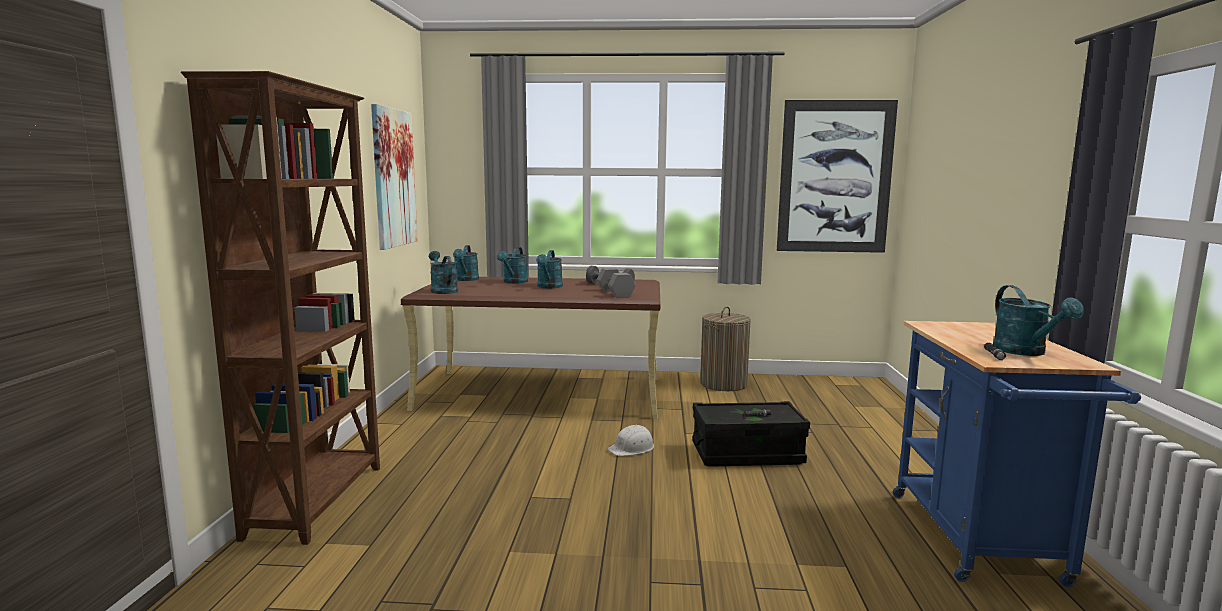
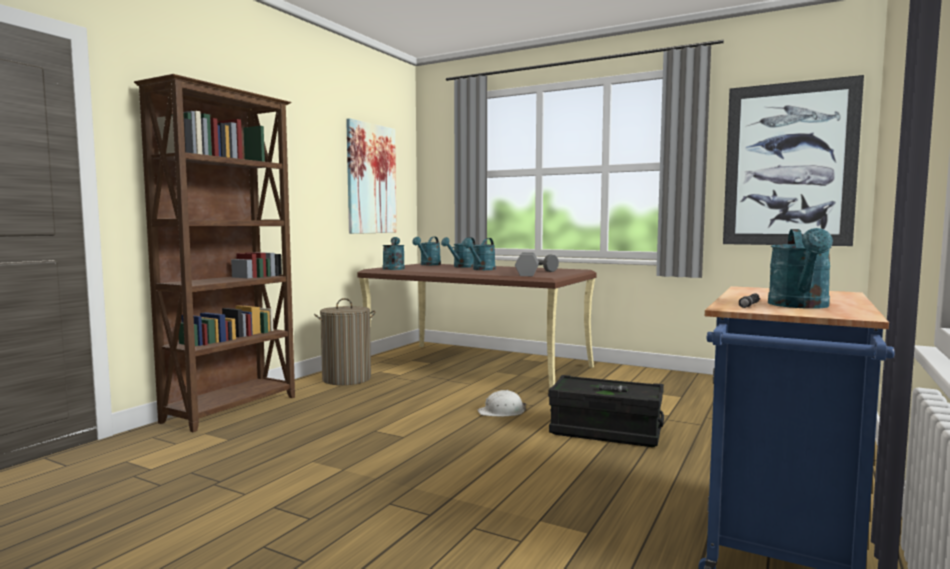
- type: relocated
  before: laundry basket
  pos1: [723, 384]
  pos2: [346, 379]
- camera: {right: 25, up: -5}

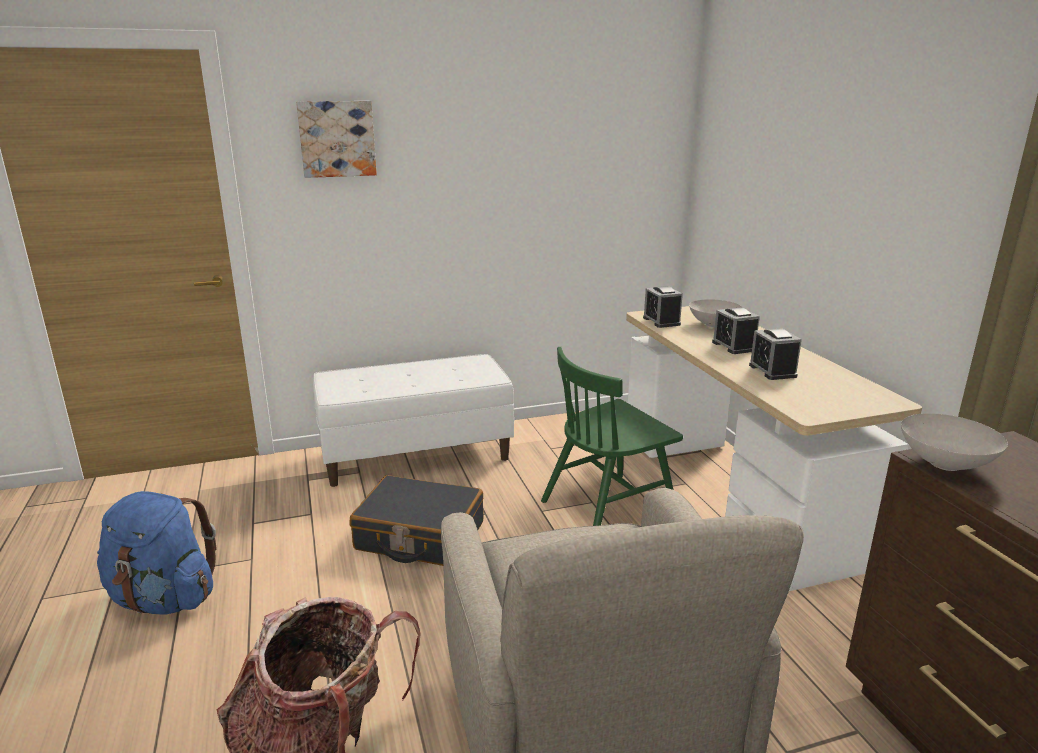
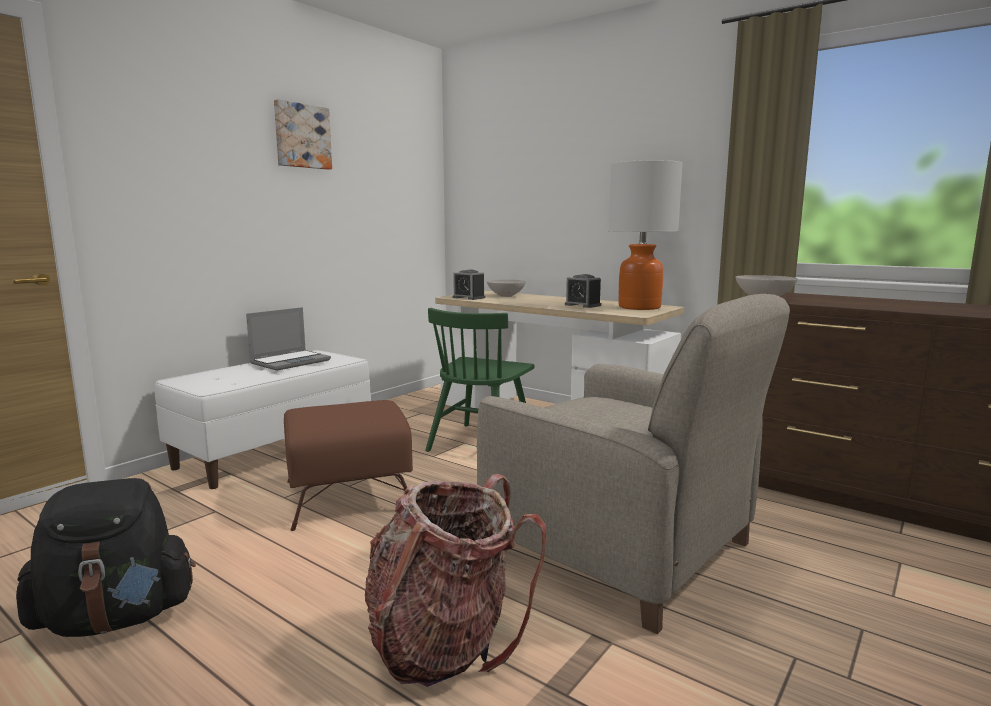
- type: relocated
  before: picture
  pos1: [337, 139]
  pos2: [302, 136]
- type: missing
  before: alarm clock
  pos1: [733, 346]
- type: exchanged
  before: black suitcase
  after: brown ottoman
  pos1: [419, 536]
  pos2: [350, 495]
- type: colour
  before: blue backpack
  after: black backpack
  pos1: [165, 599]
  pos2: [116, 618]
- type: appeared
  after: table lamp
  pos2: [640, 307]
- type: appeared
  after: laptop
  pos2: [291, 361]
- camera: {right: -35, up: -10}

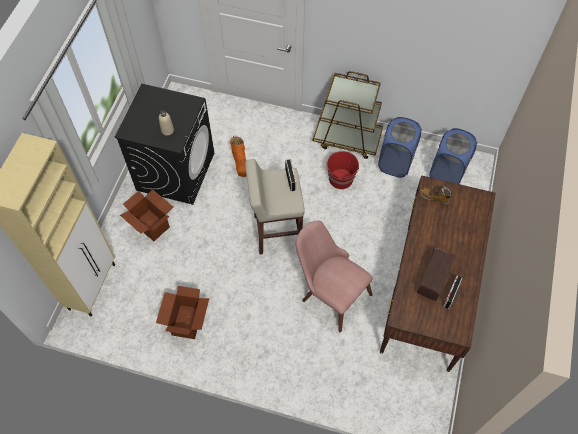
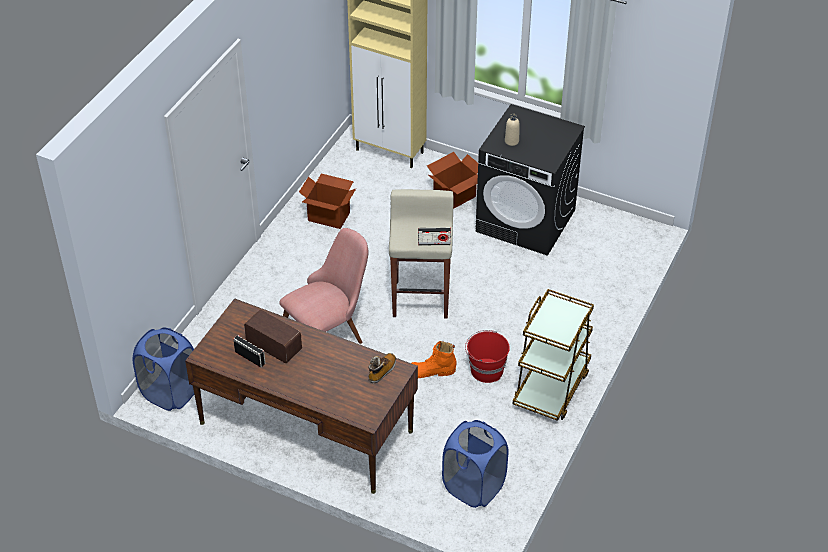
- type: relocated
  before: blue laundry basket
  pos1: [395, 163]
  pos2: [170, 392]
- type: relocated
  before: orange boot
  pos1: [240, 163]
  pos2: [432, 371]
- camera: {right: 100, up: -15}

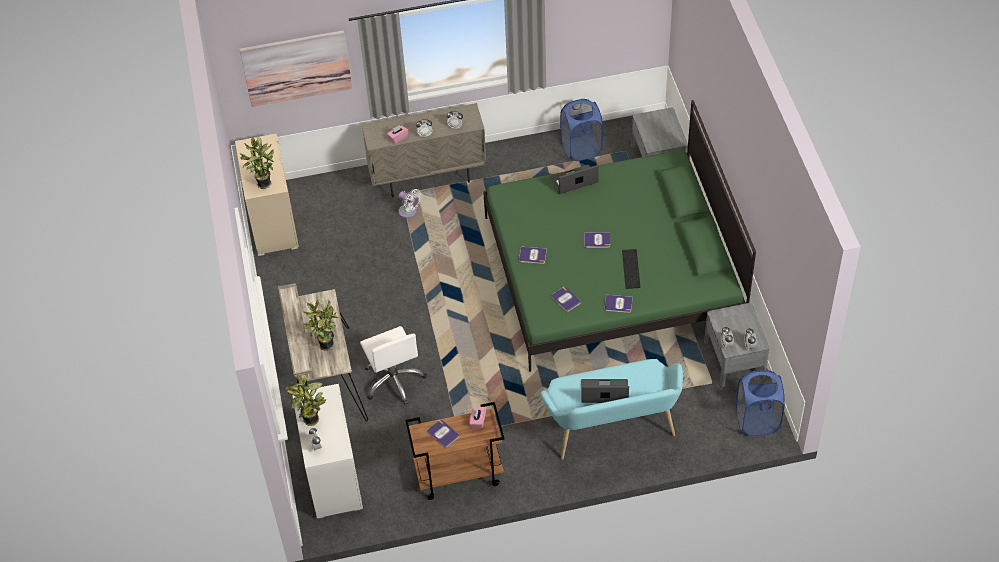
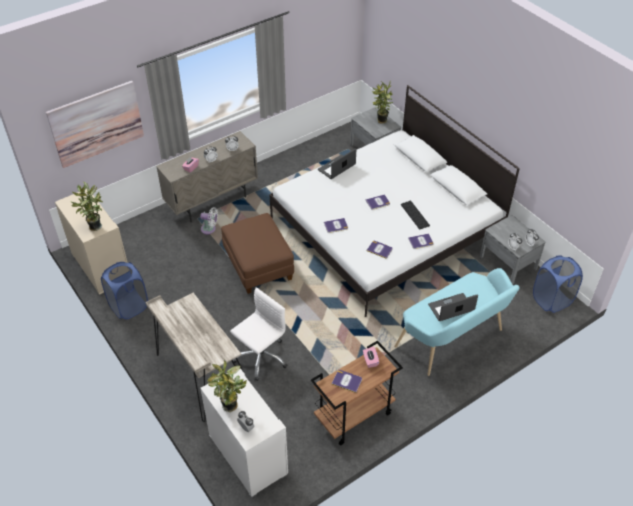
- type: relocated
  before: blue laundry basket
  pos1: [581, 149]
  pos2: [129, 306]
- type: colour
  before: green bed
  after: white bed
  pos1: [612, 271]
  pos2: [385, 228]
- type: relocated
  before: potted plant
  pos1: [324, 345]
  pos2: [381, 121]
- type: spun
  before: white office chair
  pos1: [394, 380]
  pos2: [260, 357]
  turn: -90
- type: appeared
  after: brown ottoman
  pos2: [258, 265]
- camera: {right: -25, up: -5}

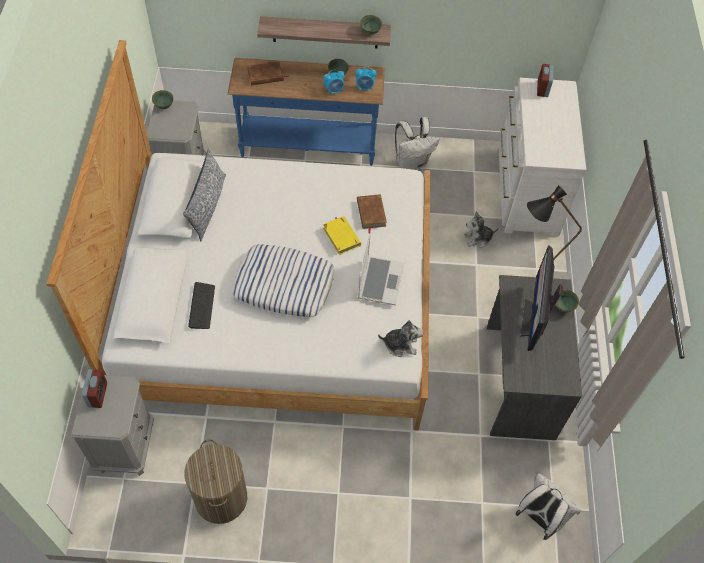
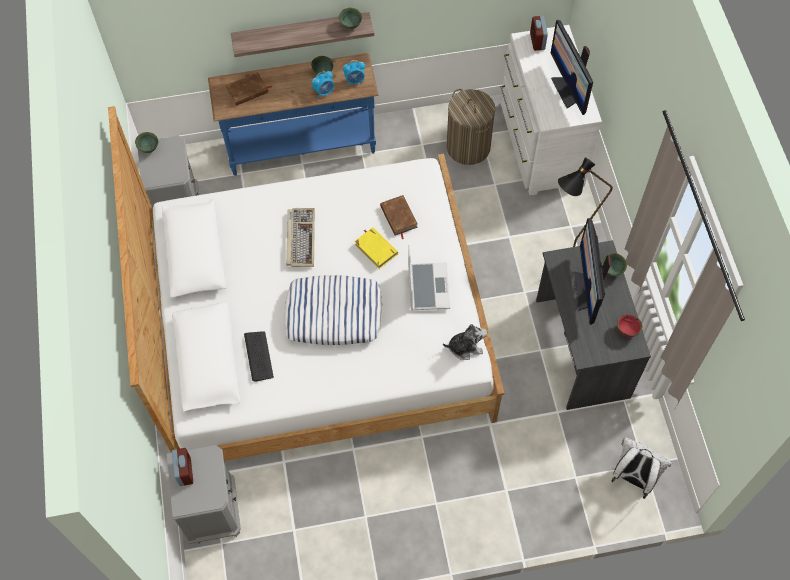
- type: missing
  before: white backpack
  pos1: [412, 162]
- type: missing
  before: pillow
  pos1: [207, 206]
- type: missing
  before: plush toy
  pos1: [478, 239]
- type: relocated
  before: laundry basket
  pos1: [221, 498]
  pos2: [468, 147]
- type: appeared
  after: monitor
  pos2: [568, 90]
- type: appeared
  after: keyboard
  pos2: [300, 238]
- type: appeared
  after: red bowl
  pos2: [626, 330]
- camera: {right: -10, up: 5}

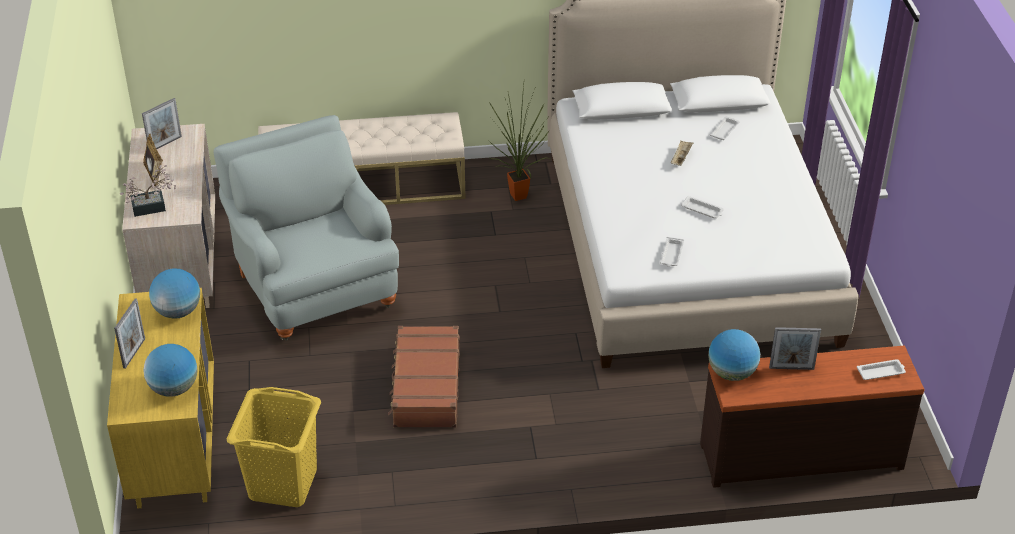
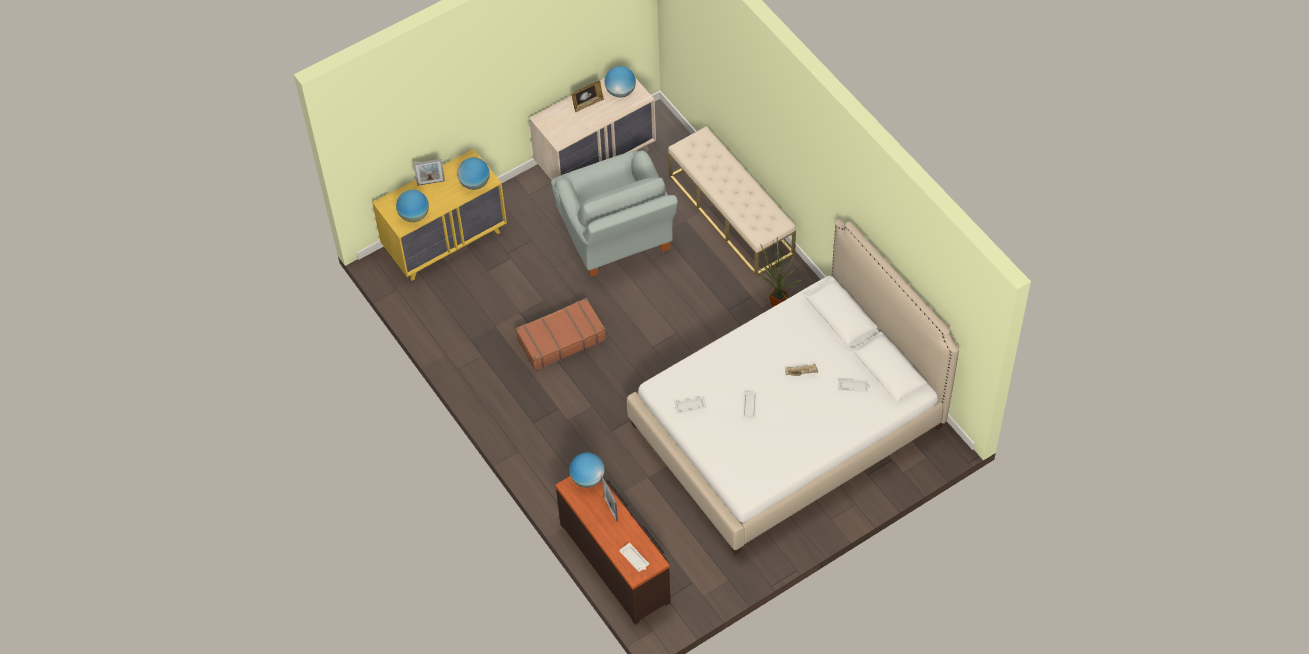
- type: exchanged
  before: picture frame
  after: globe
  pos1: [165, 144]
  pos2: [620, 91]
- type: spun
  before: grey armchair
  pos1: [314, 285]
  pos2: [616, 238]
  turn: 120
- type: missing
  before: potted plant
  pos1: [153, 207]
- type: missing
  before: yellow laundry basket
  pos1: [282, 484]
- camera: {right: 65, up: 15}

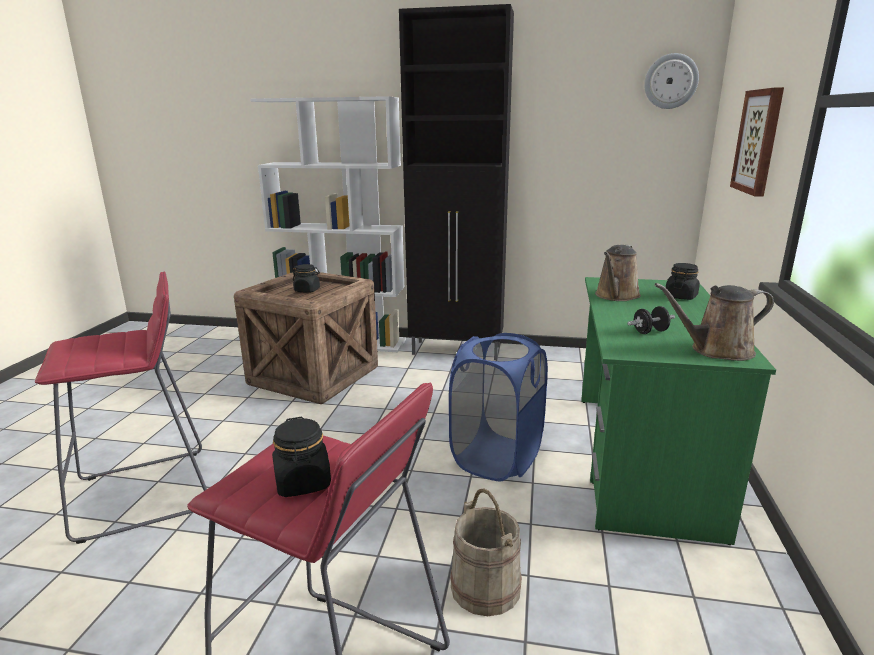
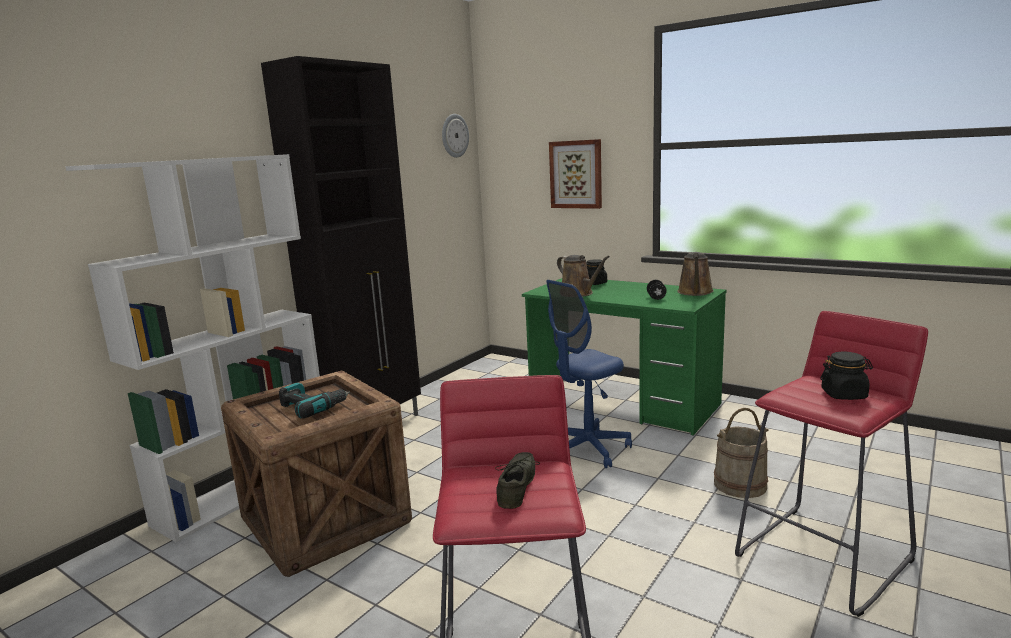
- type: exchanged
  before: black jar
  after: power drill
  pos1: [307, 290]
  pos2: [312, 407]
- type: exchanged
  before: blue laundry basket
  after: blue office chair
  pos1: [496, 458]
  pos2: [588, 449]
- type: appeared
  after: grey shoe
  pos2: [520, 486]
- camera: {right: -65, up: -5}

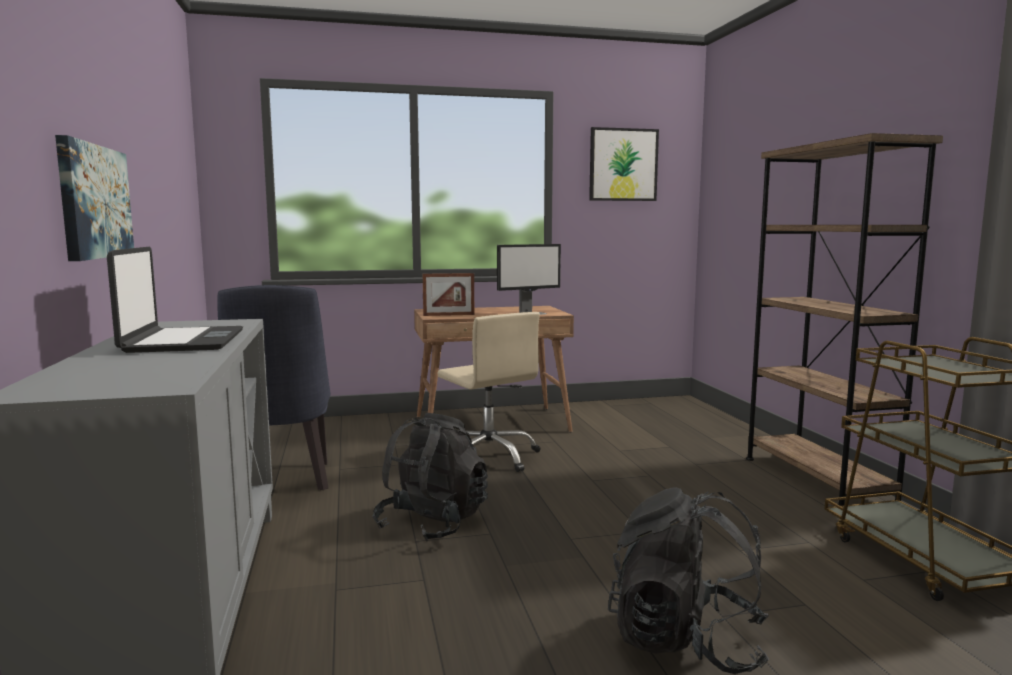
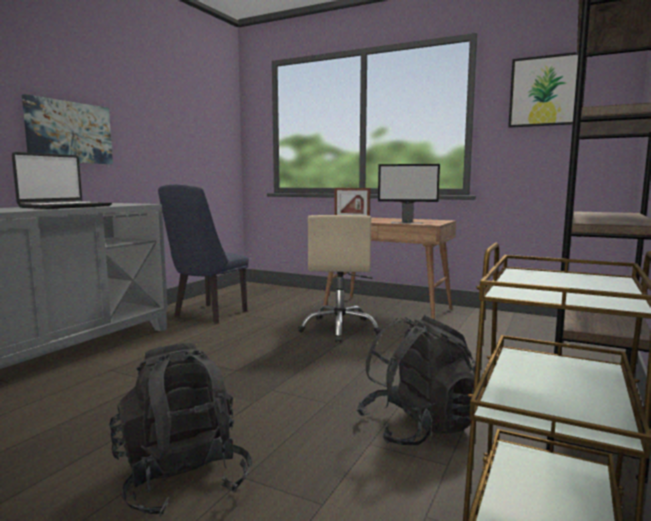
- type: relocated
  before: black backpack
  pos1: [432, 523]
  pos2: [417, 427]
- camera: {right: 40, up: 0}

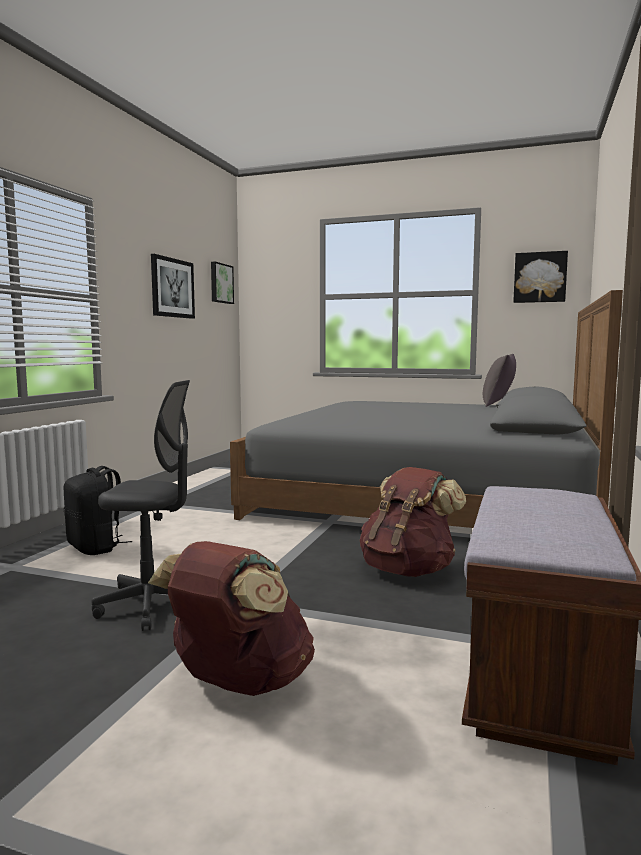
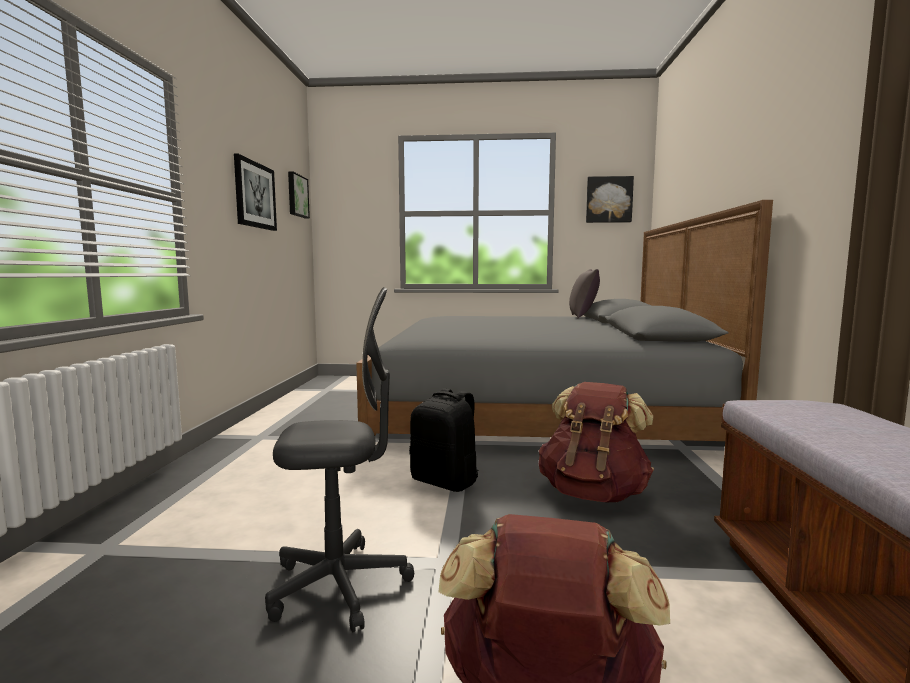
- type: relocated
  before: black backpack
  pos1: [96, 548]
  pos2: [446, 482]
- camera: {right: -15, up: 0}

